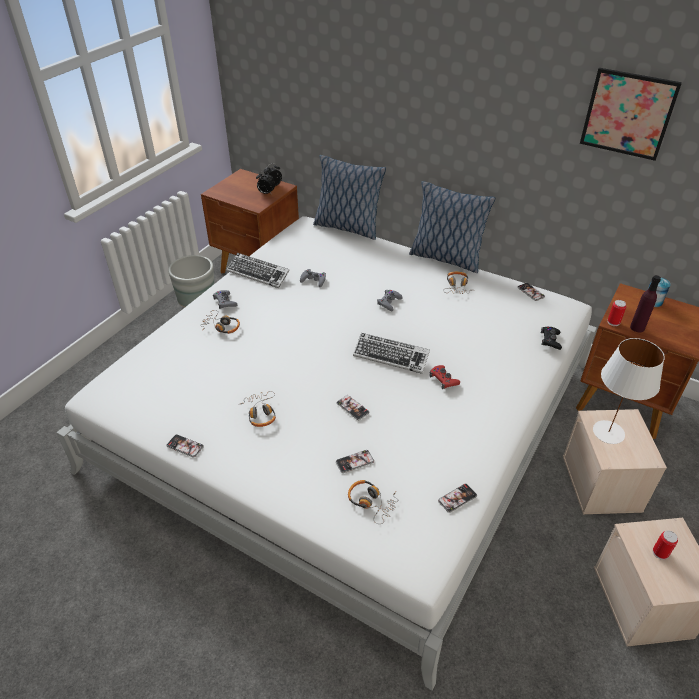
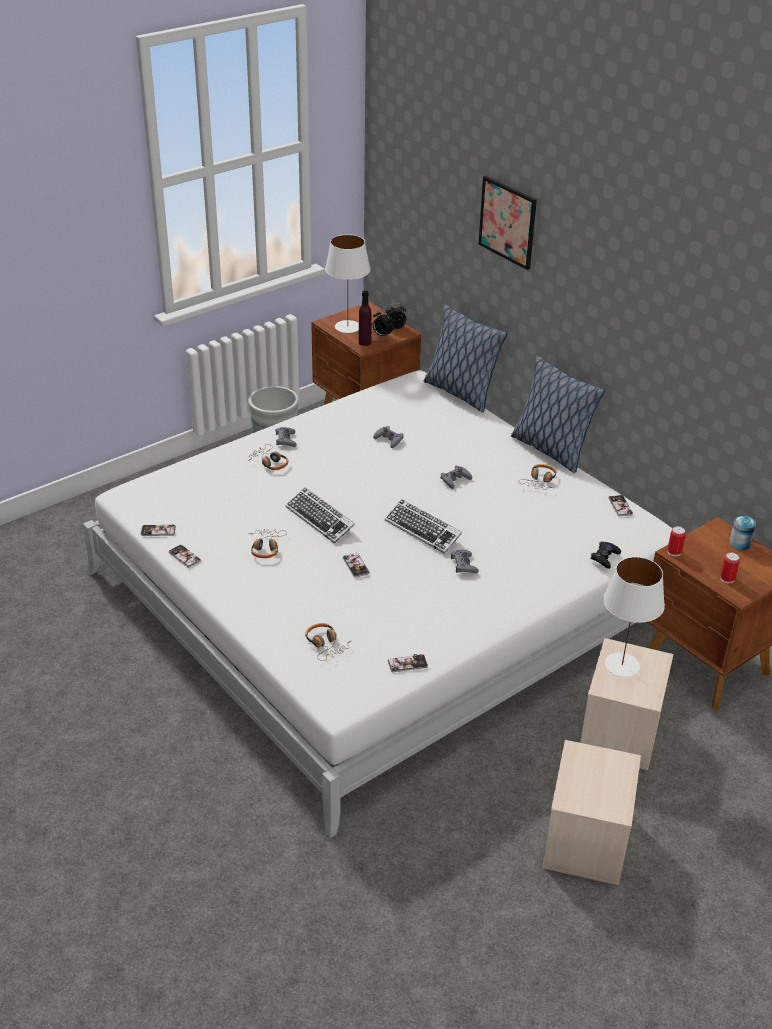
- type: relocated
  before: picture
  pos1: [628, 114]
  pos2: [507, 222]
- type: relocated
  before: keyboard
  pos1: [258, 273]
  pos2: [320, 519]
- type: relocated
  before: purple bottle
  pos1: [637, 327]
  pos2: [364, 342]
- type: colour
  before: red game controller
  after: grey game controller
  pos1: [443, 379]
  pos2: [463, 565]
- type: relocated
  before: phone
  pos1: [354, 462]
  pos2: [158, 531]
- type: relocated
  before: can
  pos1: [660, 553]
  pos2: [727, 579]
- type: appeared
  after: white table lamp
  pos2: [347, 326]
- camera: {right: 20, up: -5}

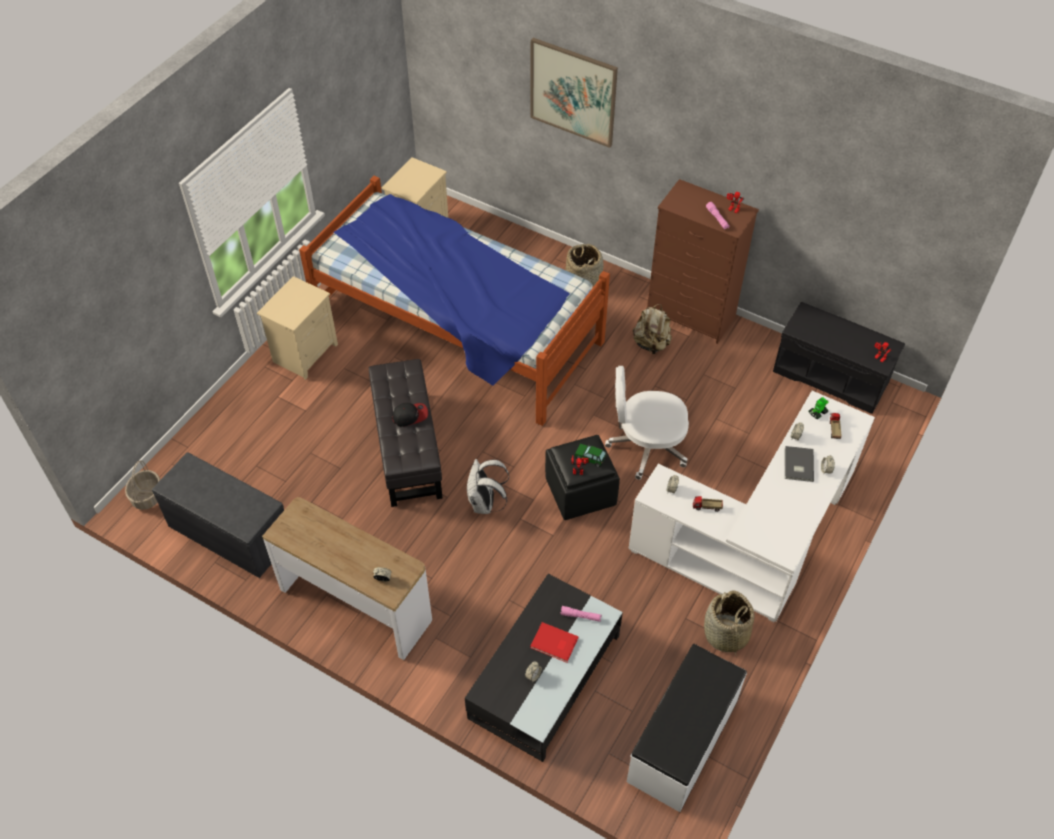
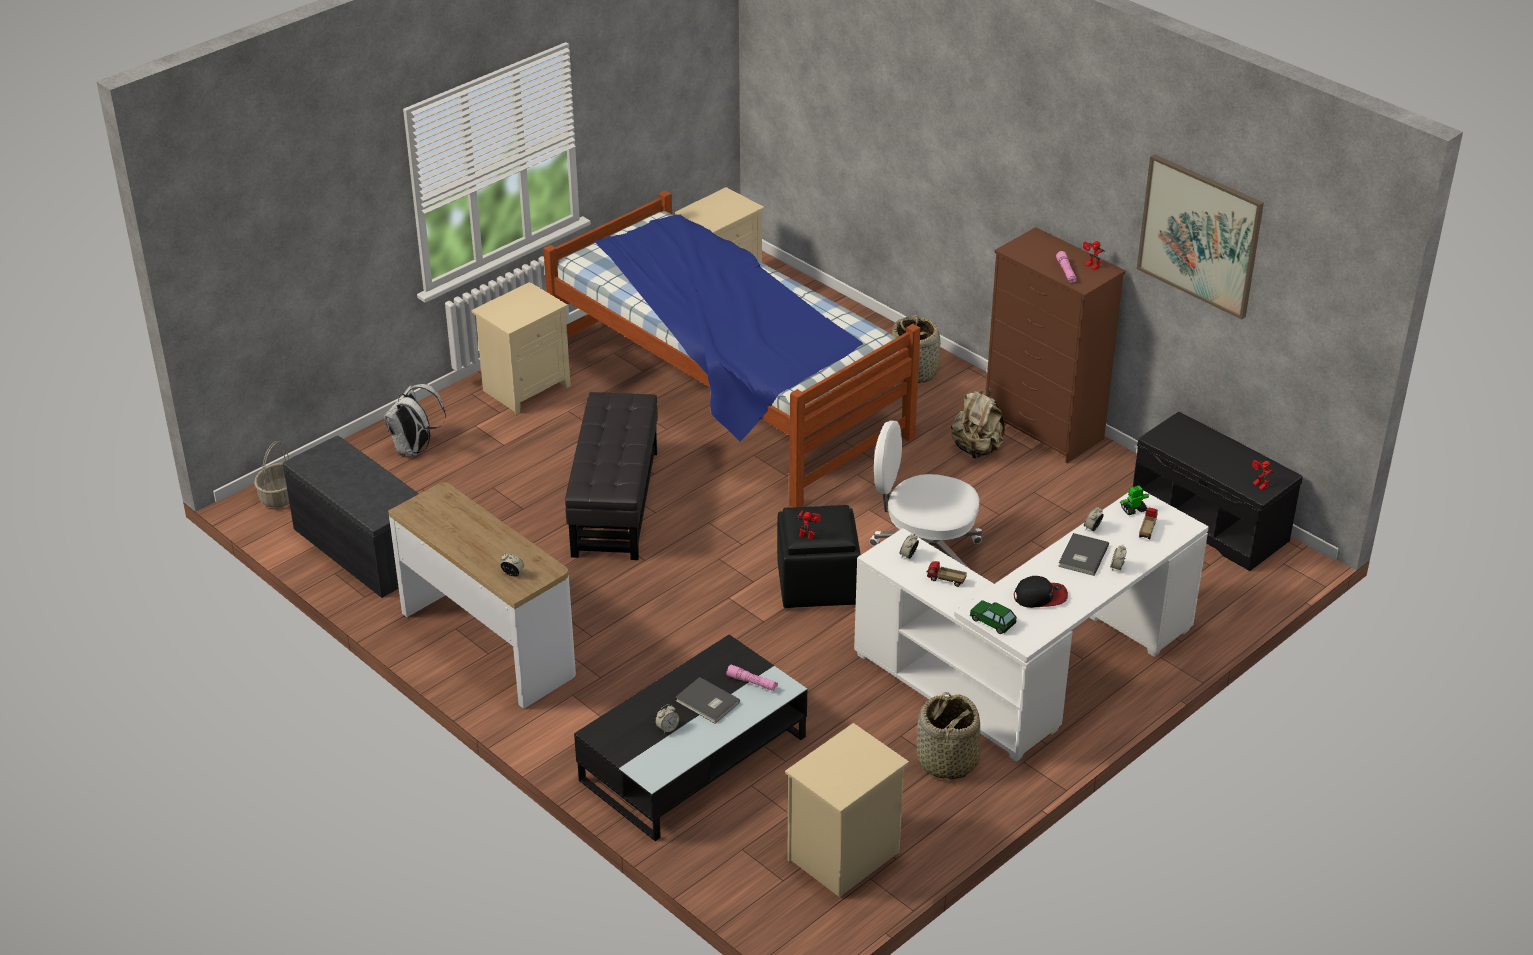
- type: relocated
  before: picture
  pos1: [573, 92]
  pos2: [1200, 235]
- type: relocated
  before: cap
  pos1: [410, 415]
  pos2: [1040, 596]
- type: relocated
  before: toy car
  pos1: [590, 457]
  pos2: [992, 621]
- type: relocated
  before: white backpack
  pos1: [485, 504]
  pos2: [415, 449]
- type: colour
  before: red book
  after: grey book
  pos1: [554, 644]
  pos2: [707, 703]
- type: exchanged
  before: white bench
  after: beige nightstand
  pos1: [683, 741]
  pos2: [844, 857]
- camera: {right: 15, up: -15}

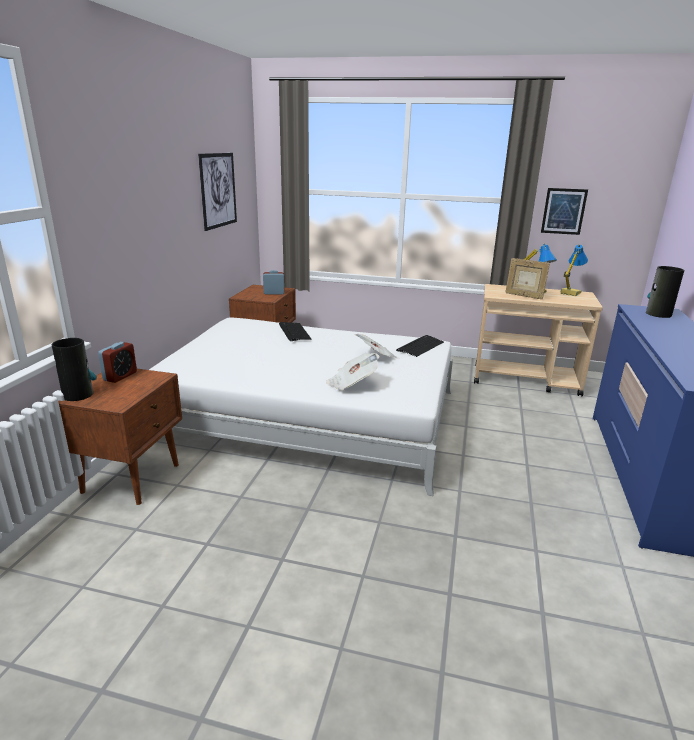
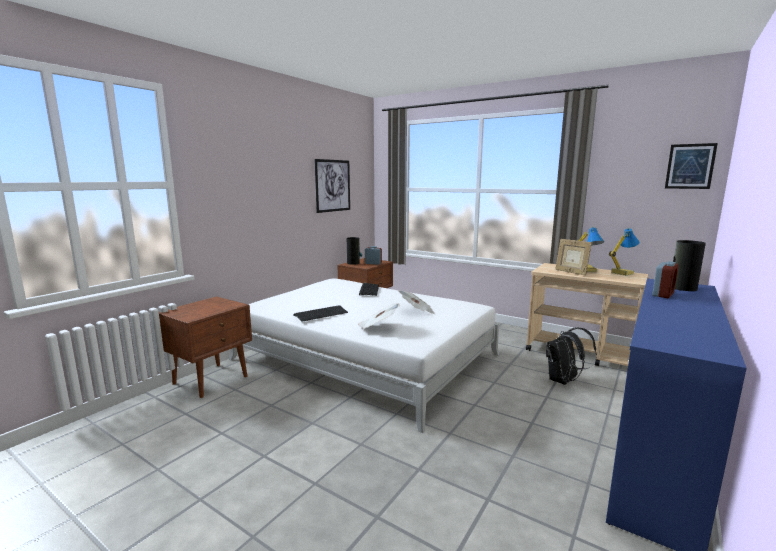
- type: relocated
  before: picture
  pos1: [563, 211]
  pos2: [690, 166]
- type: relocated
  before: keyboard
  pos1: [420, 346]
  pos2: [321, 314]
- type: relocated
  before: vase
  pos1: [78, 394]
  pos2: [353, 263]
- type: relocated
  before: alarm clock
  pos1: [120, 376]
  pos2: [663, 294]
- type: appeared
  after: black backpack
  pos2: [564, 381]
- camera: {right: 20, up: -10}

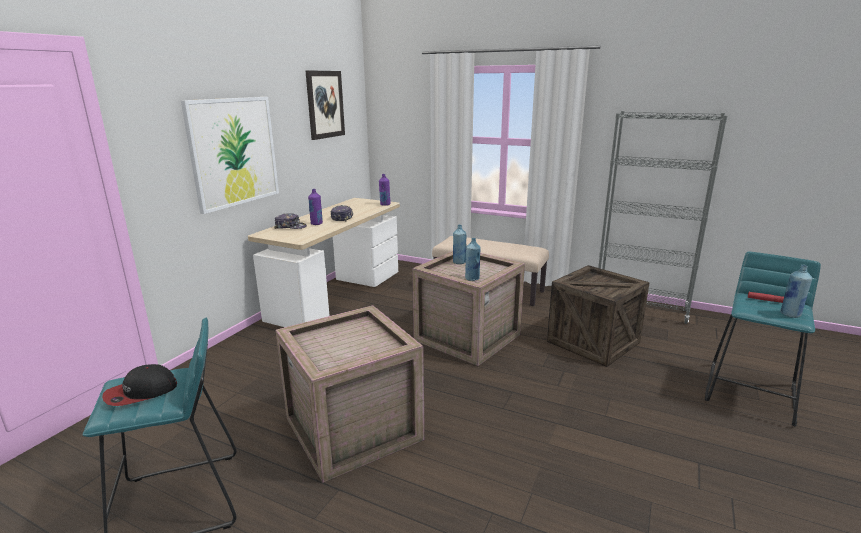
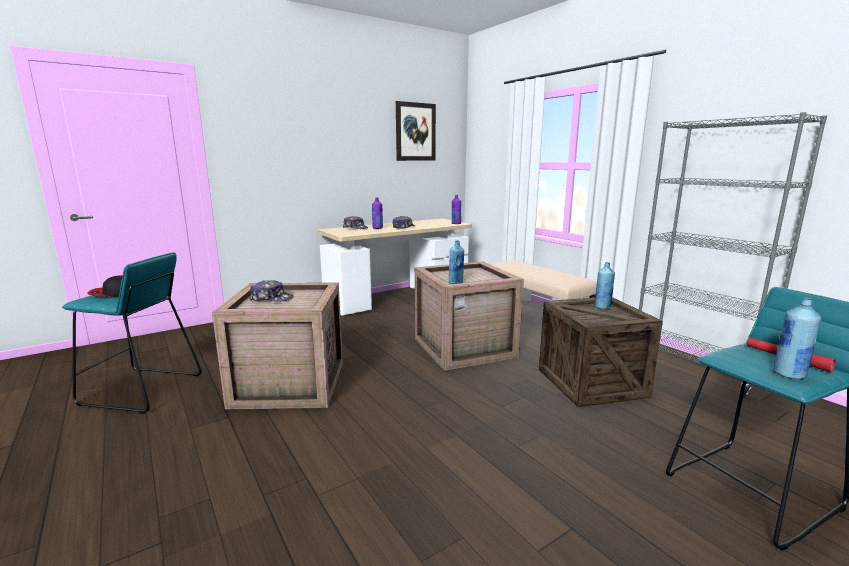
- type: missing
  before: picture
  pos1: [233, 152]
- type: relocated
  before: blue bottle
  pos1: [459, 262]
  pos2: [602, 307]
- type: appeared
  after: cap
  pos2: [271, 298]
- camera: {right: 30, up: -5}

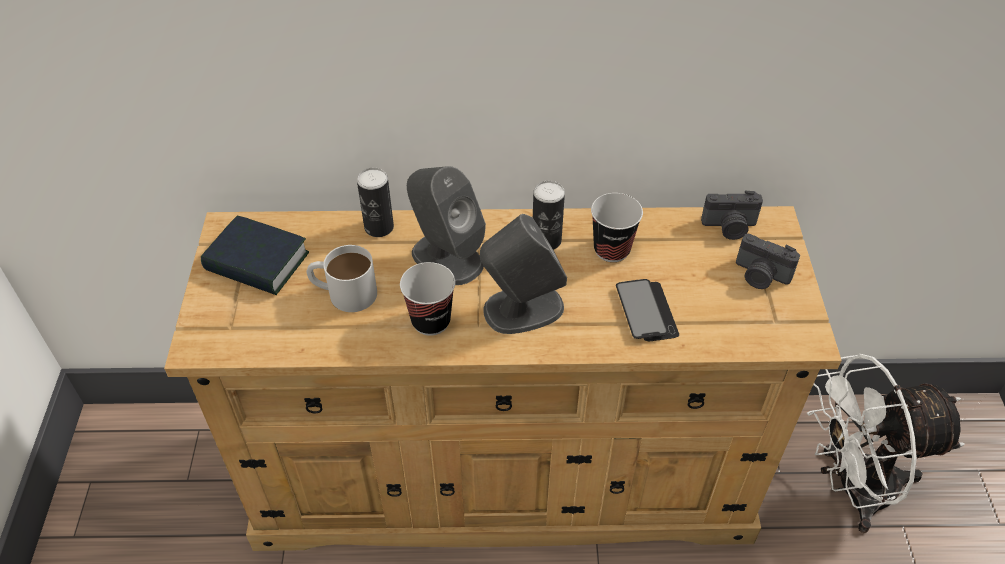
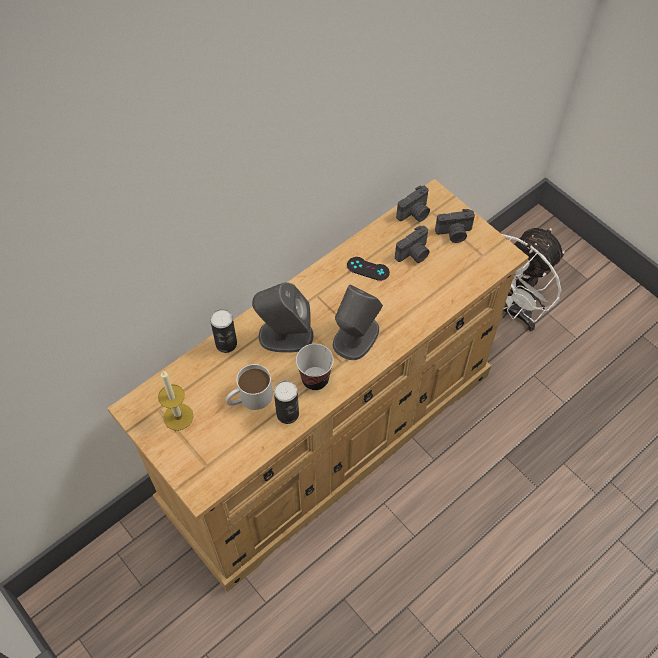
- type: relocated
  before: can
  pos1: [546, 240]
  pos2: [287, 414]
- type: exchanged
  before: cup
  after: black game controller
  pos1: [611, 250]
  pos2: [368, 269]
- type: exchanged
  before: book
  after: candle
  pos1: [257, 263]
  pos2: [178, 416]
- type: missing
  before: phone
  pos1: [646, 311]
- type: appeared
  after: photo camera
  pos2: [414, 254]
- camera: {right: -40, up: 10}

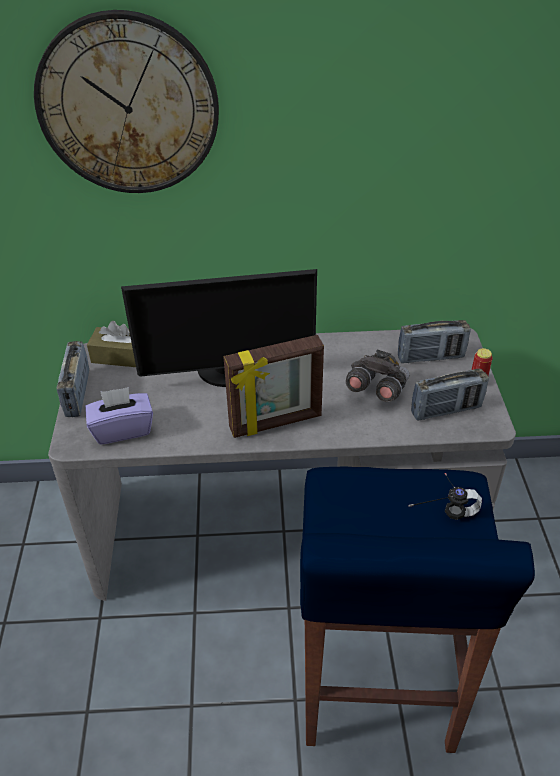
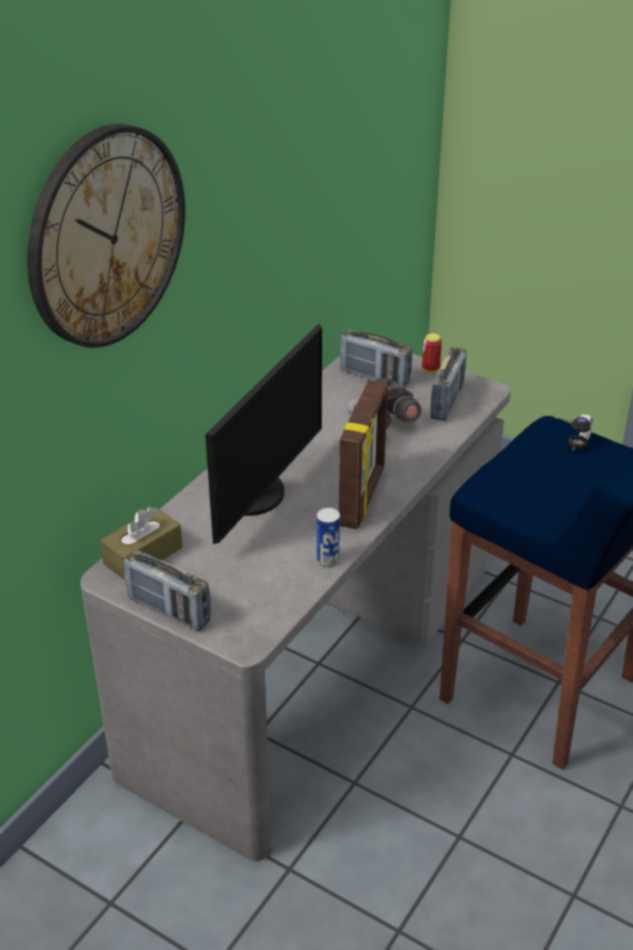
- type: spun
  before: radio
  pos1: [430, 357]
  pos2: [374, 376]
  turn: 90
- type: missing
  before: purple tissue box
  pos1: [122, 429]
- type: appeared
  after: can
  pos2: [327, 560]
- camera: {right: -55, up: -5}

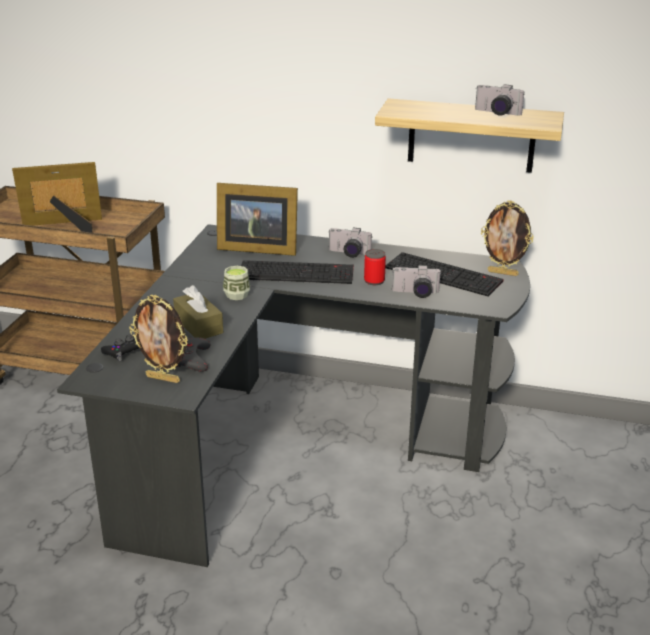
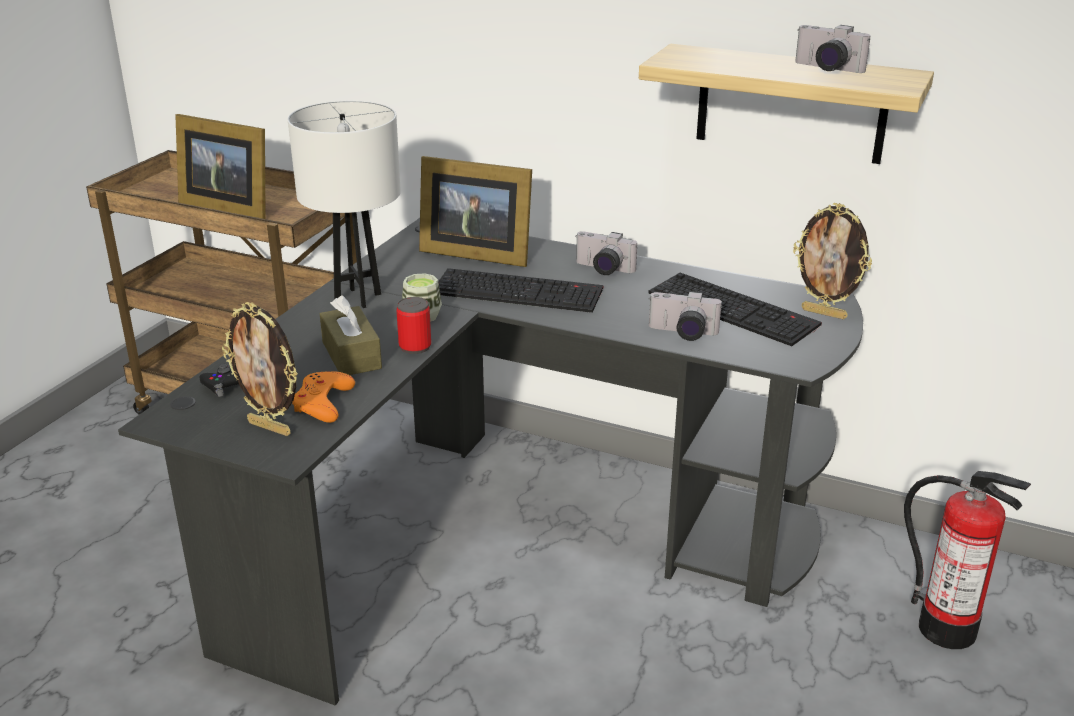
- type: spun
  before: picture frame
  pos1: [65, 226]
  pos2: [227, 206]
  turn: -150
- type: relocated
  before: can
  pos1: [374, 281]
  pos2: [415, 347]
- type: colour
  before: grey game controller
  after: orange game controller
  pos1: [192, 359]
  pos2: [323, 403]
- type: appeared
  after: white table lamp
  pos2: [358, 298]
- type: appeared
  after: fire extinguisher
  pos2: [946, 628]
- camera: {right: 10, up: 0}

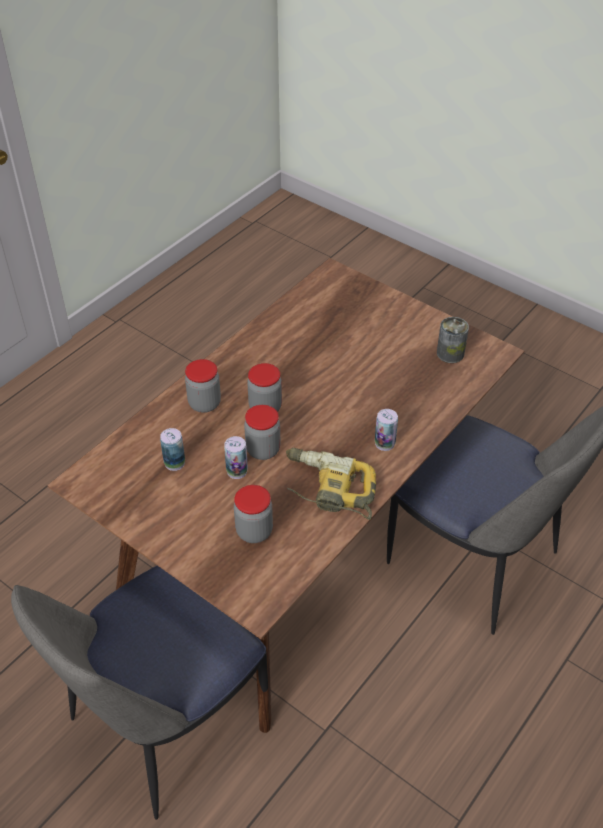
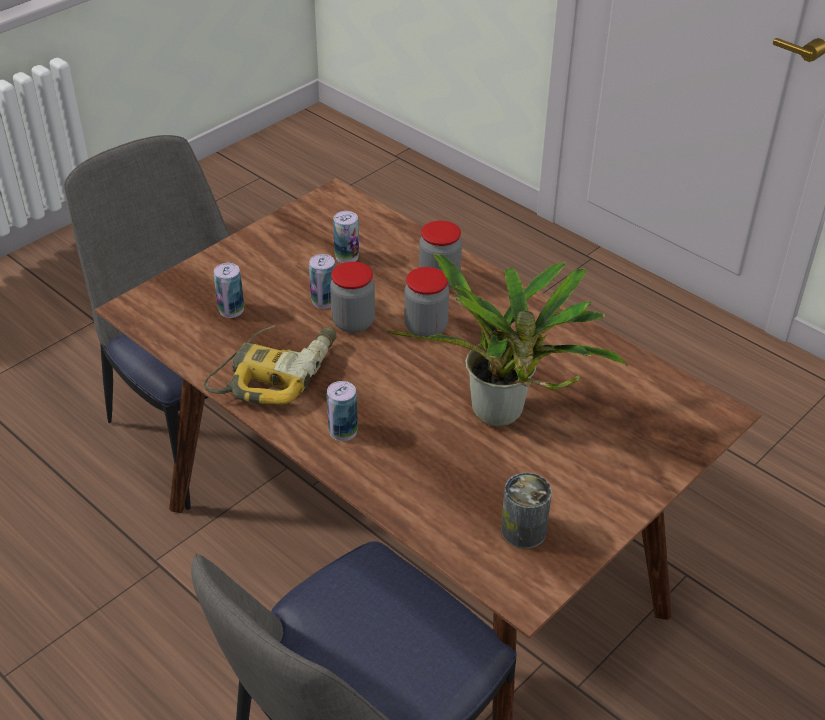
- type: exchanged
  before: jar
  after: can
  pos1: [254, 531]
  pos2: [231, 310]
- type: appeared
  after: potted plant
  pos2: [502, 417]
- camera: {right: 95, up: -5}

